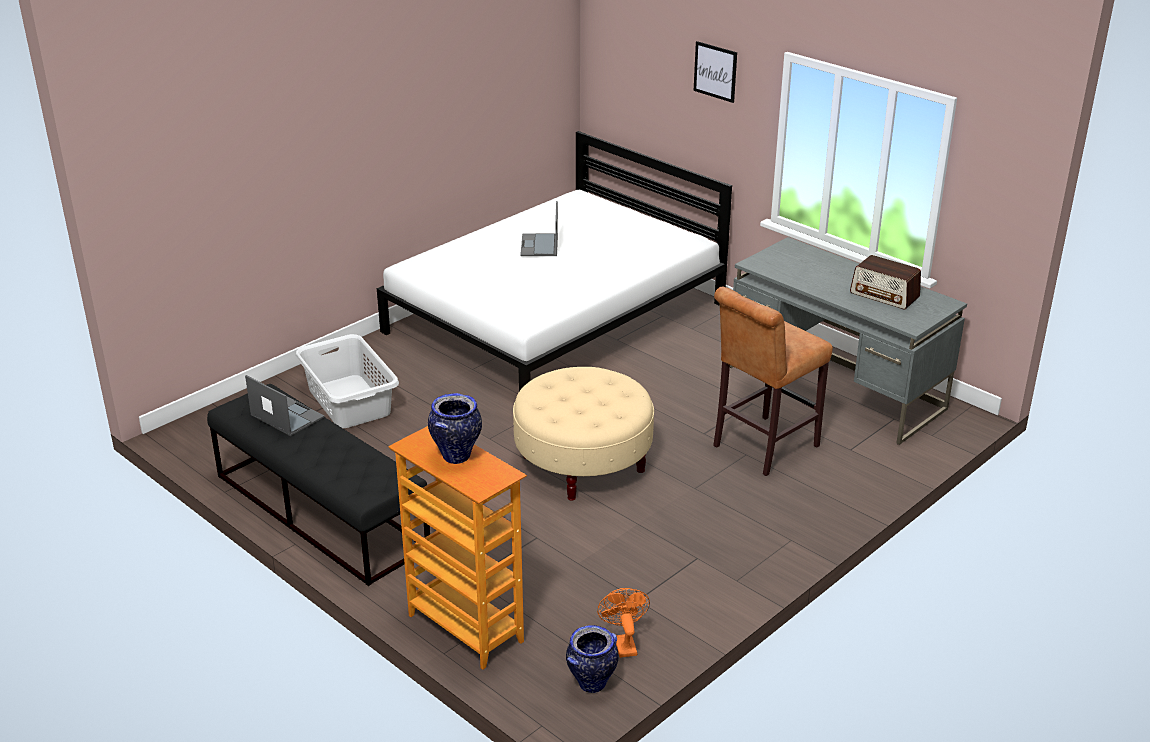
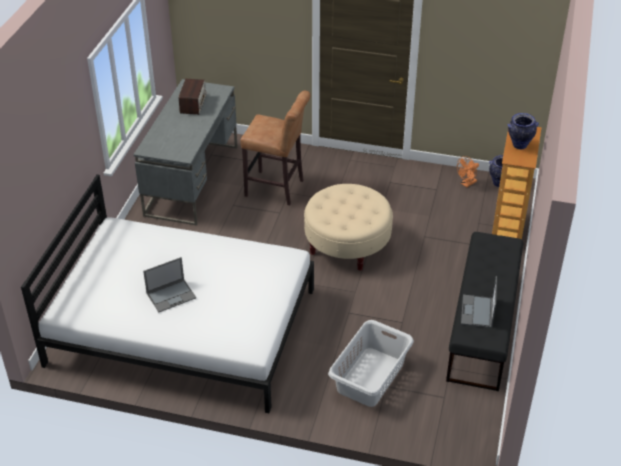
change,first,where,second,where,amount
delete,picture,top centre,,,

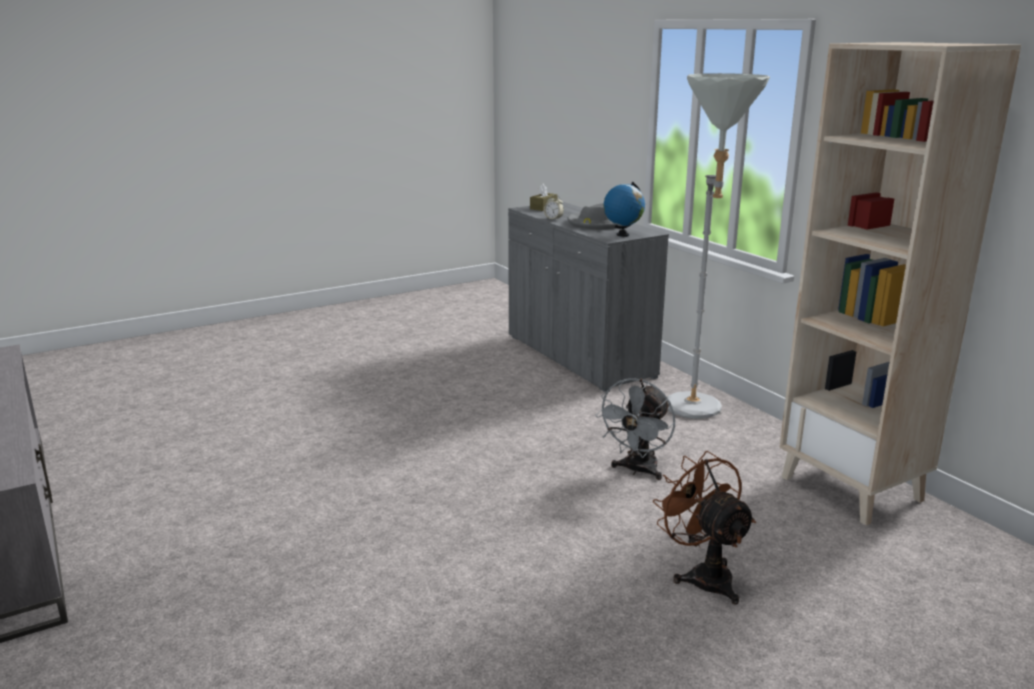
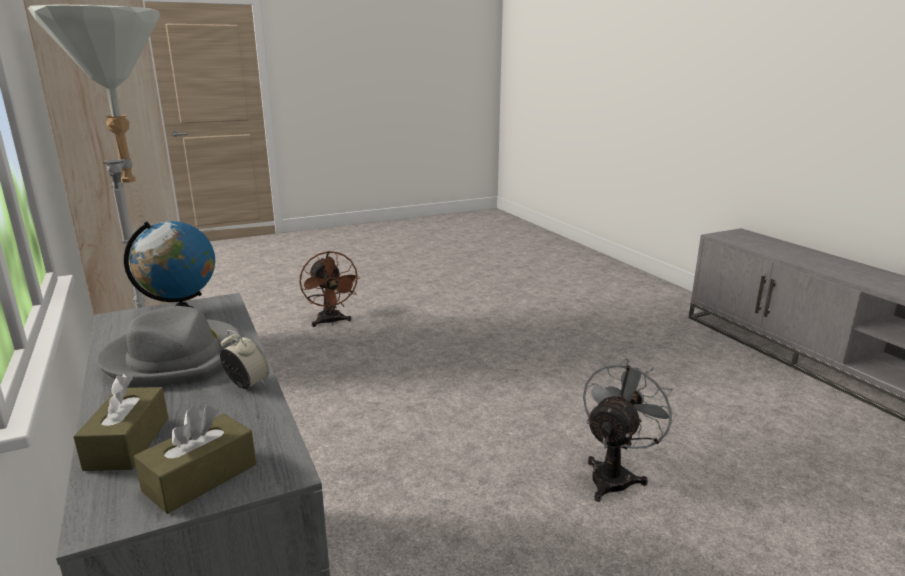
change,first,where,second,where,amount
move,grey electric fan,centre,,bottom right,
insert,,,brownish box of tissues (1st from left),bottom left,

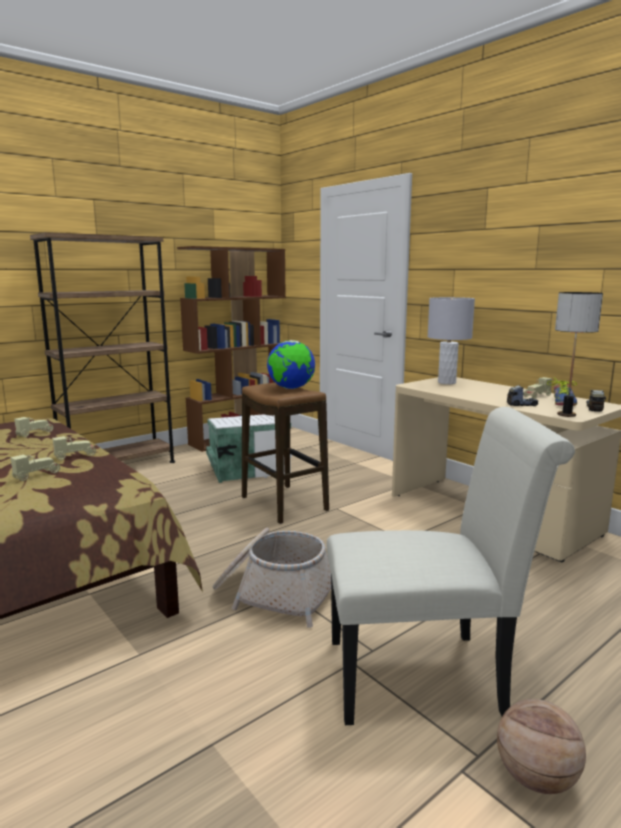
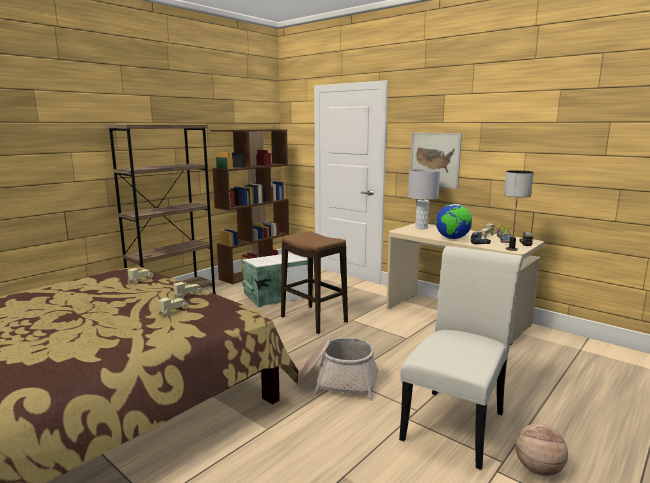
change,first,where,second,where,amount
move,world globe,centre,,middle right,
rotate,white-coloured upright chair,bottom right,,bottom right,45 degrees counterclockwise
insert,,,picture,top right,

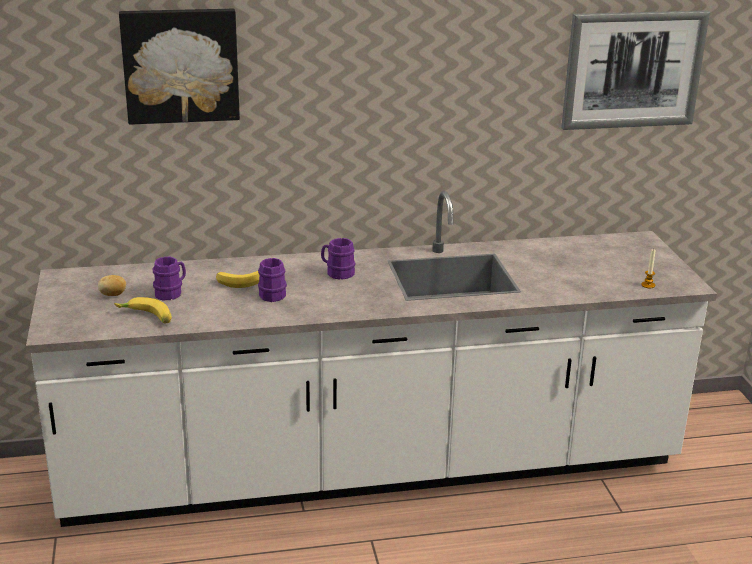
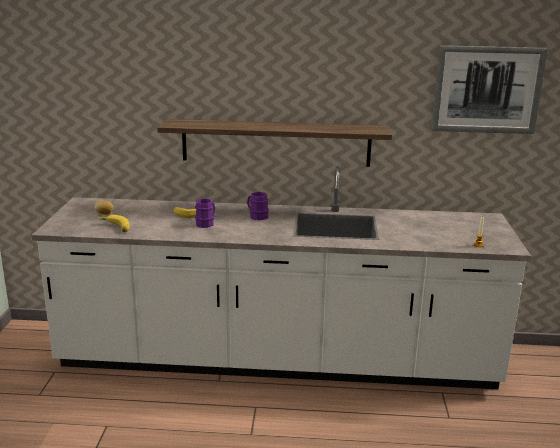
change,first,where,second,where,amount
delete,picture (1st from left),top left,,,
delete,purple-coloured coffee mug (1st from left),middle left,,,
insert,,,shelf,top centre,

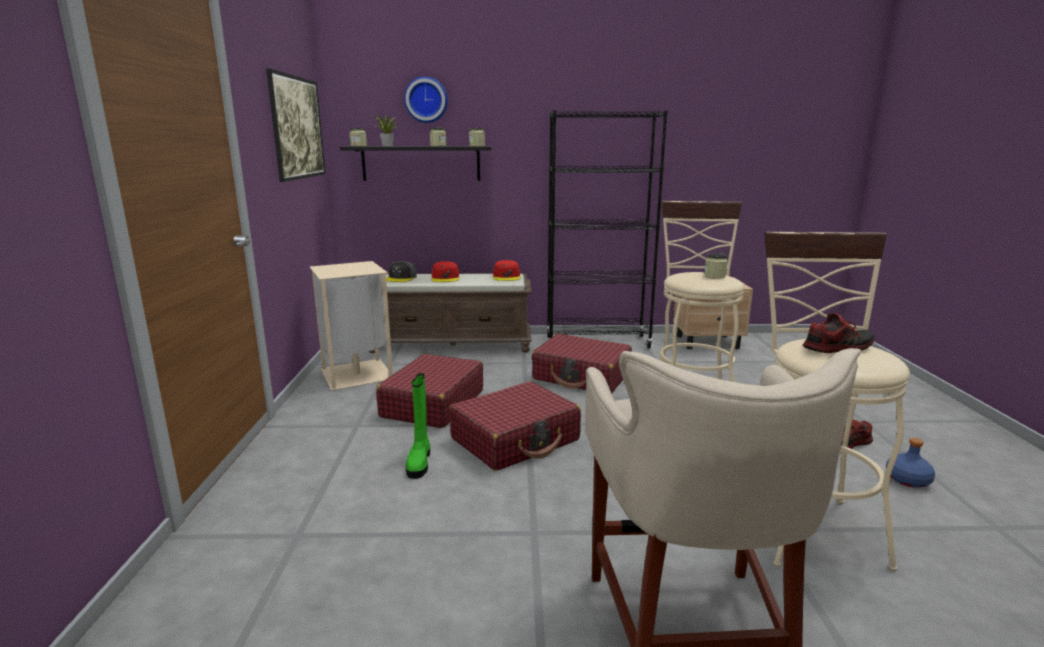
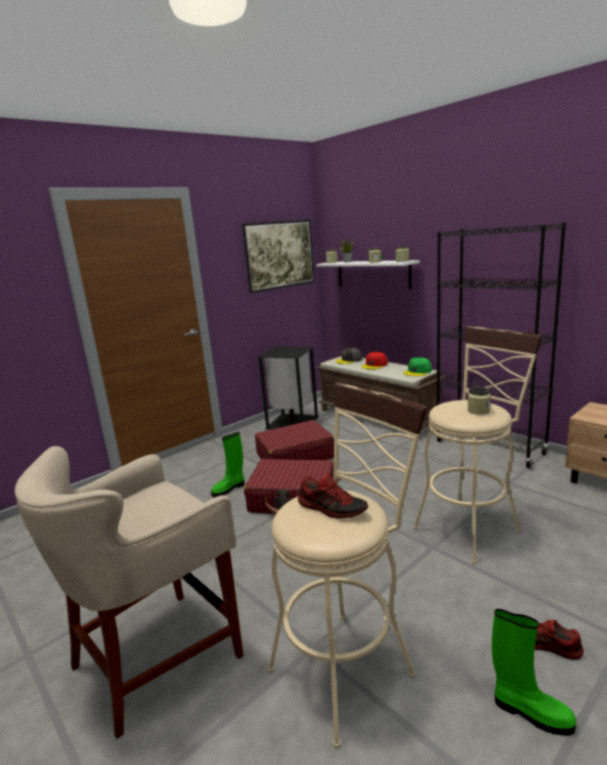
change,first,where,second,where,amount
recolor,beige-coloured trash can,centre,black-coloured trash can,centre,
recolor,black-coloured shelf,top centre,white-coloured shelf,centre,
delete,wall clock,top centre,,,
recolor,red peaked cap (2nd from left),centre,greenish peaked cap,middle right,
delete,red suitcase (3rd from left),centre,,,
replace,blue beverage bottle,bottom right,greenish tall boot (2nd from left),bottom right,

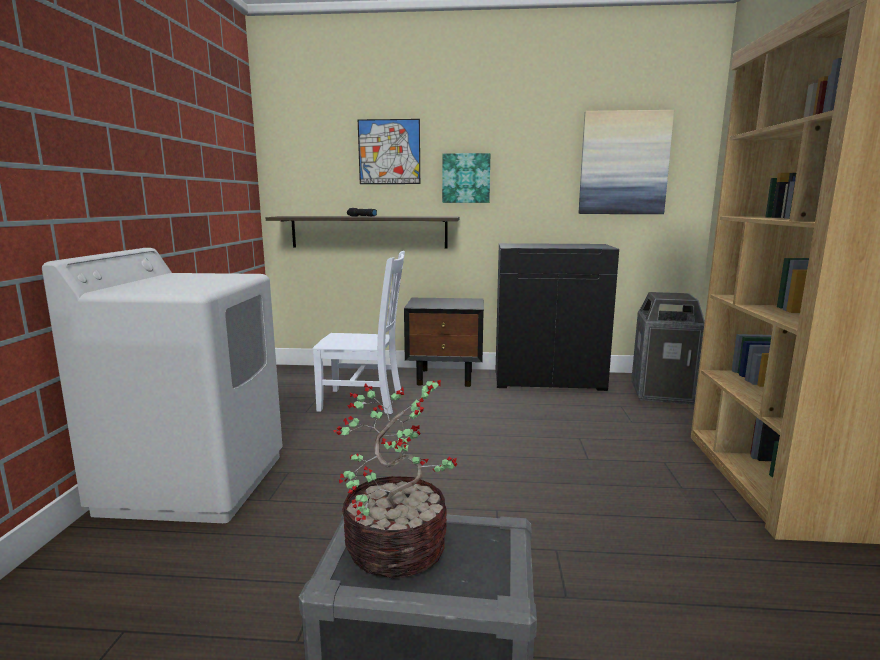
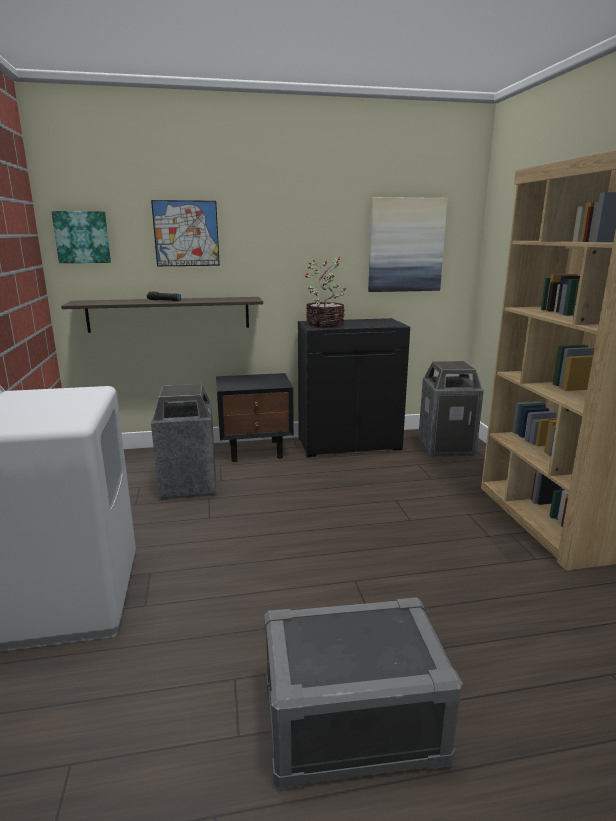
change,first,where,second,where,amount
replace,white-coloured upright chair,centre,trash can (1st from left),middle left,
move,potted plant,bottom centre,,centre,
move,picture (2nd from left in the first image),top centre,picture (1st from left),top left,

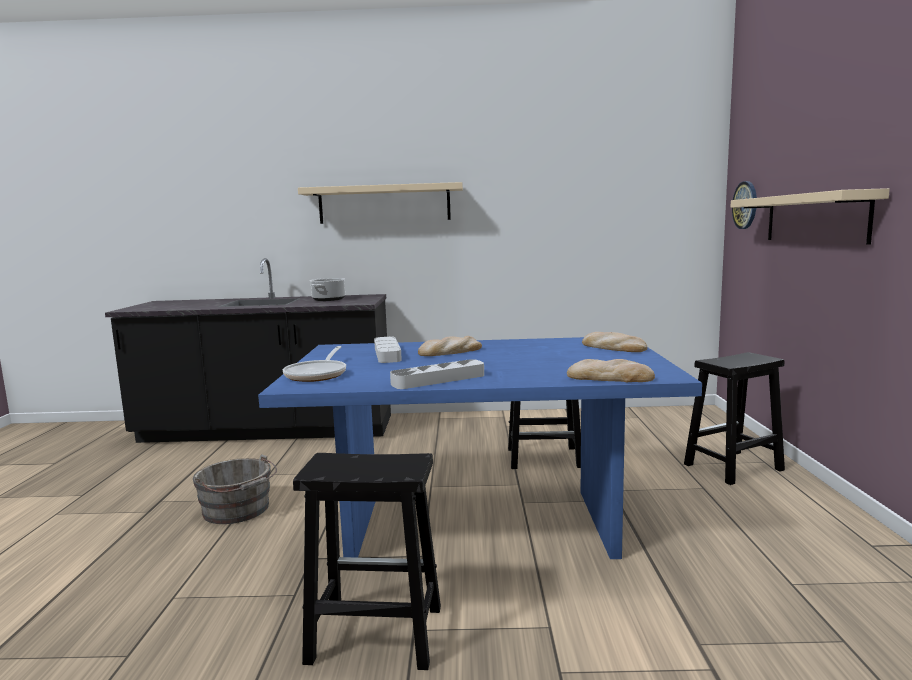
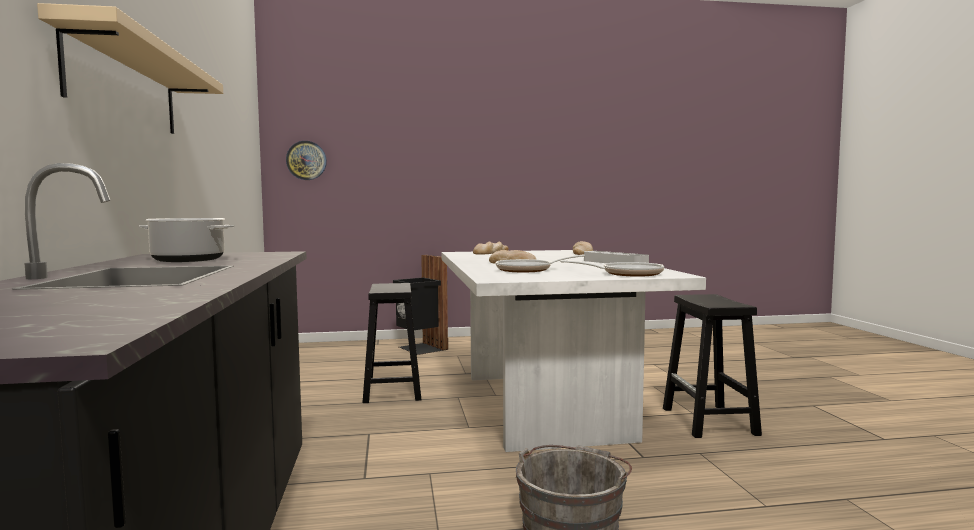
change,first,where,second,where,amount
recolor,blue dinner table,centre,white-coloured dinner table,centre,
replace,grey tray (1st from left),centre,frying pan (1st from left),centre,
replace,black-coloured stool (3rd from left),middle right,black-coloured trash can,centre,
delete,beige-coloured shelf (2nd from left),top right,,,

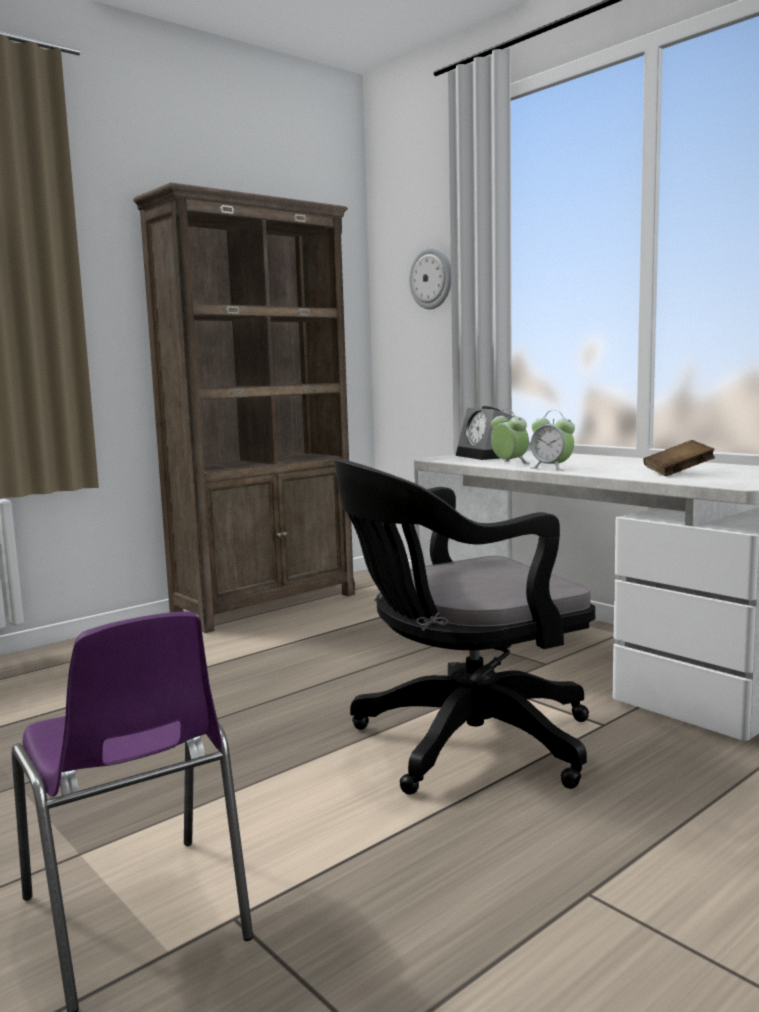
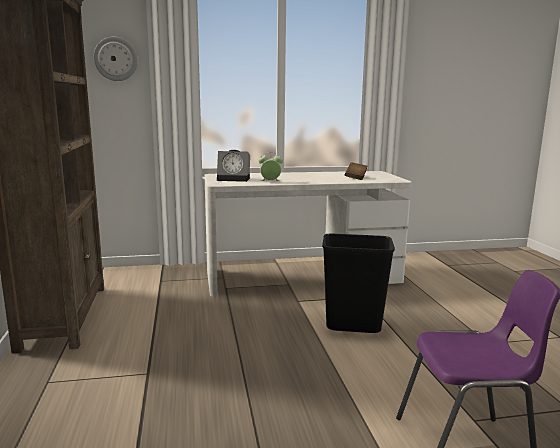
change,first,where,second,where,amount
replace,black-coloured office chair,centre,black-coloured trash can,centre,
delete,bedside clock (3rd from left),middle right,,,

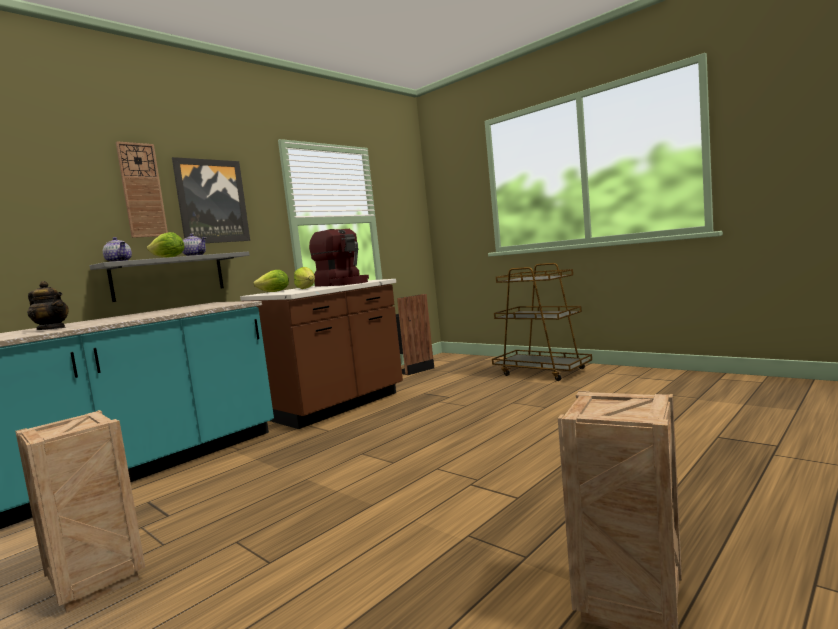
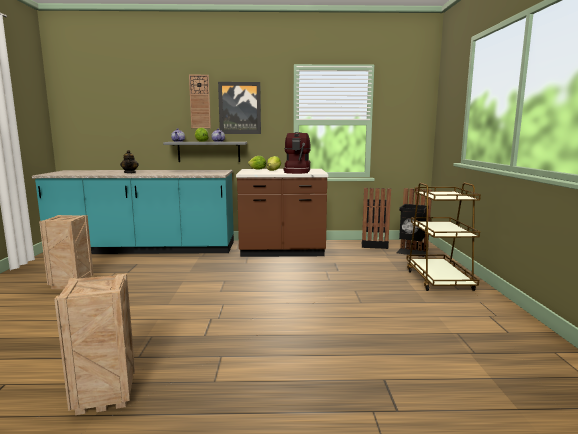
change,first,where,second,where,amount
insert,,,black-coloured trash can (2nd from left),middle right,

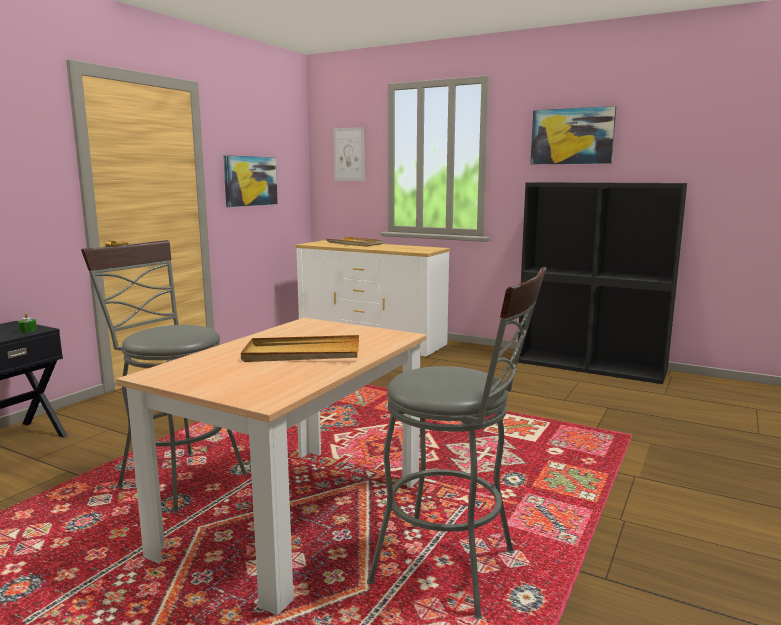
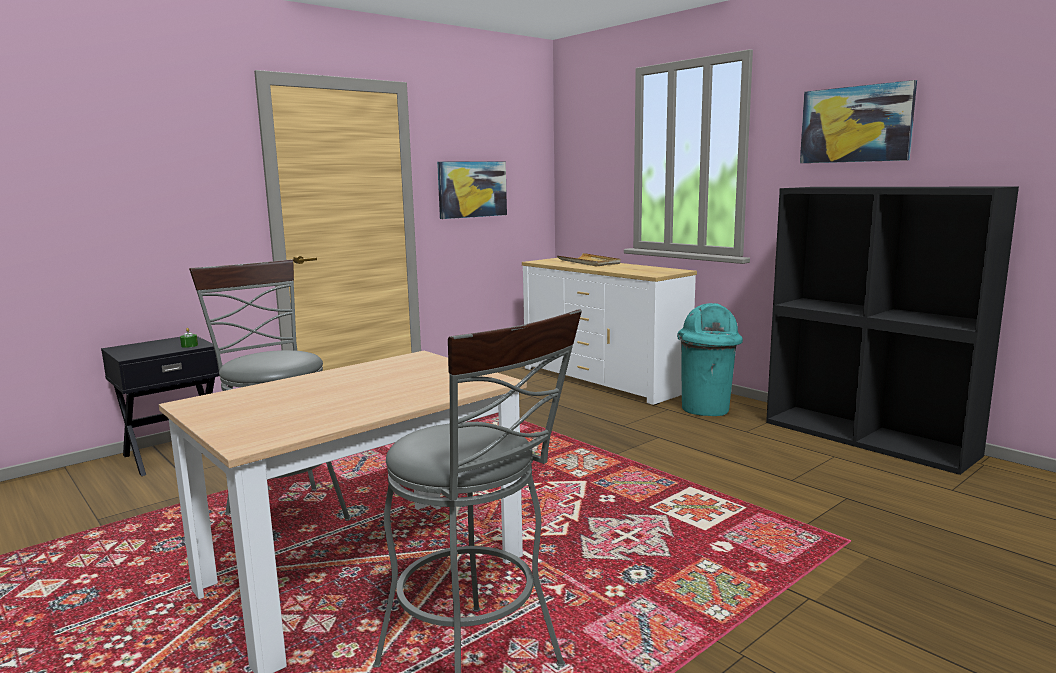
change,first,where,second,where,amount
delete,beige-coloured tray (1st from left),centre,,,
delete,picture (2nd from left),top centre,,,
insert,,,blue-green trash can,middle right,

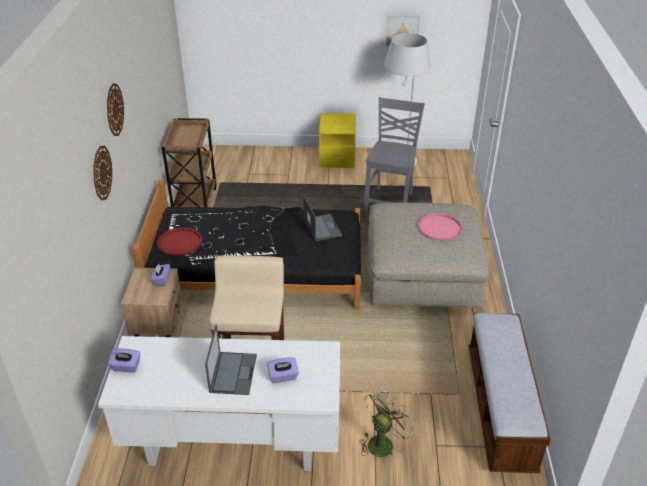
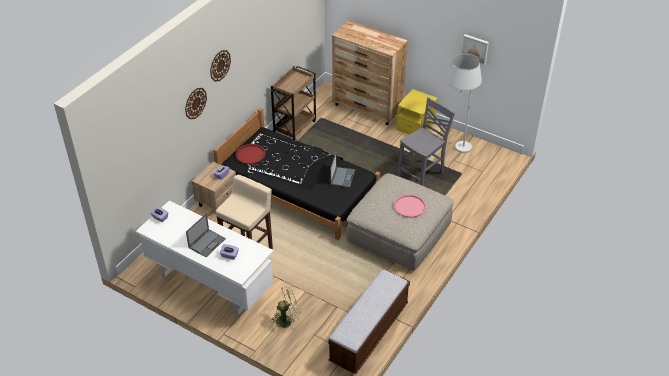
change,first,where,second,where,amount
insert,,,brownish chest of drawers,top centre,

